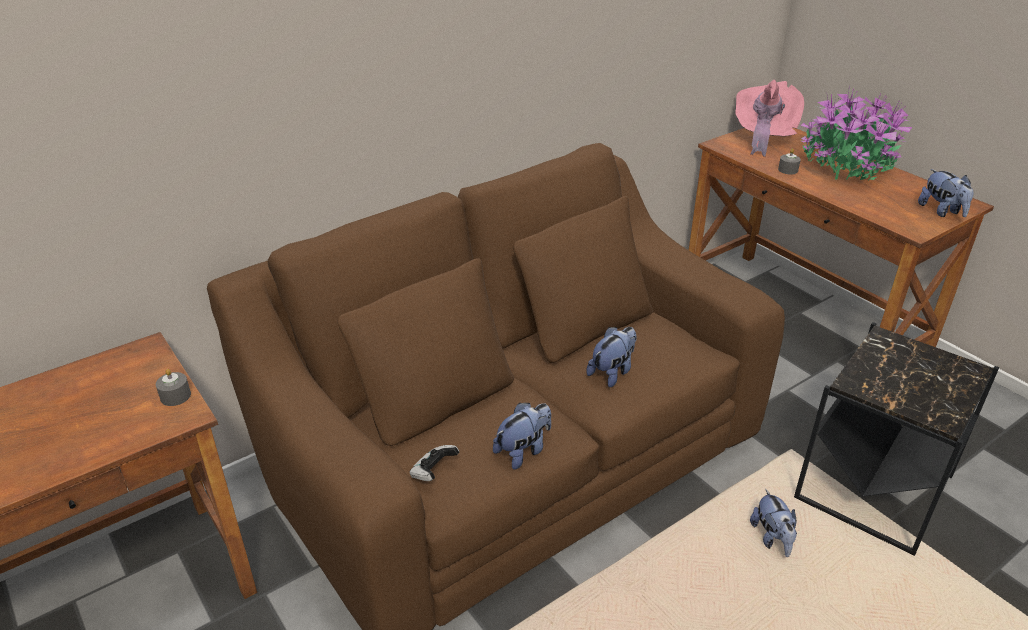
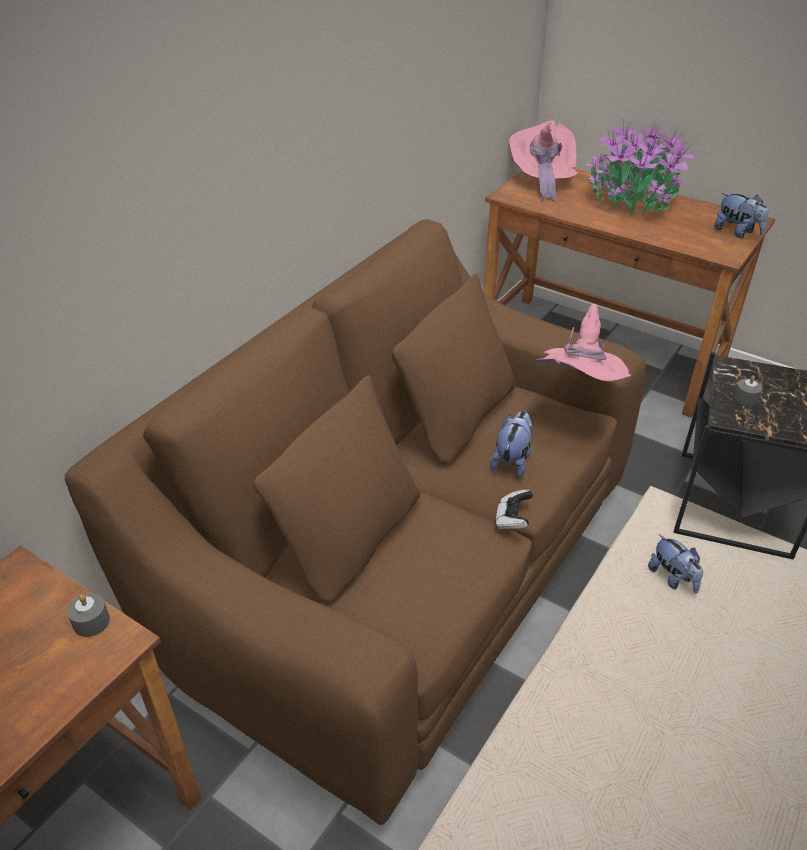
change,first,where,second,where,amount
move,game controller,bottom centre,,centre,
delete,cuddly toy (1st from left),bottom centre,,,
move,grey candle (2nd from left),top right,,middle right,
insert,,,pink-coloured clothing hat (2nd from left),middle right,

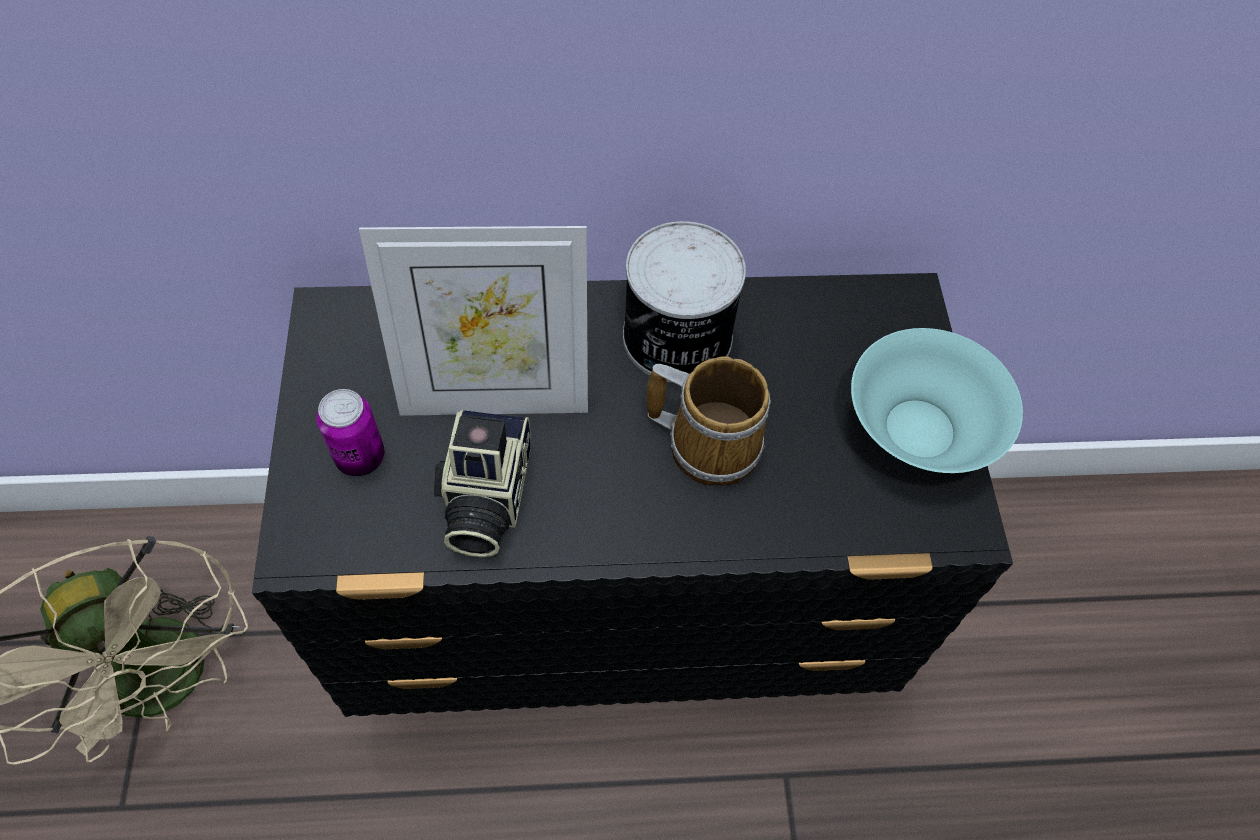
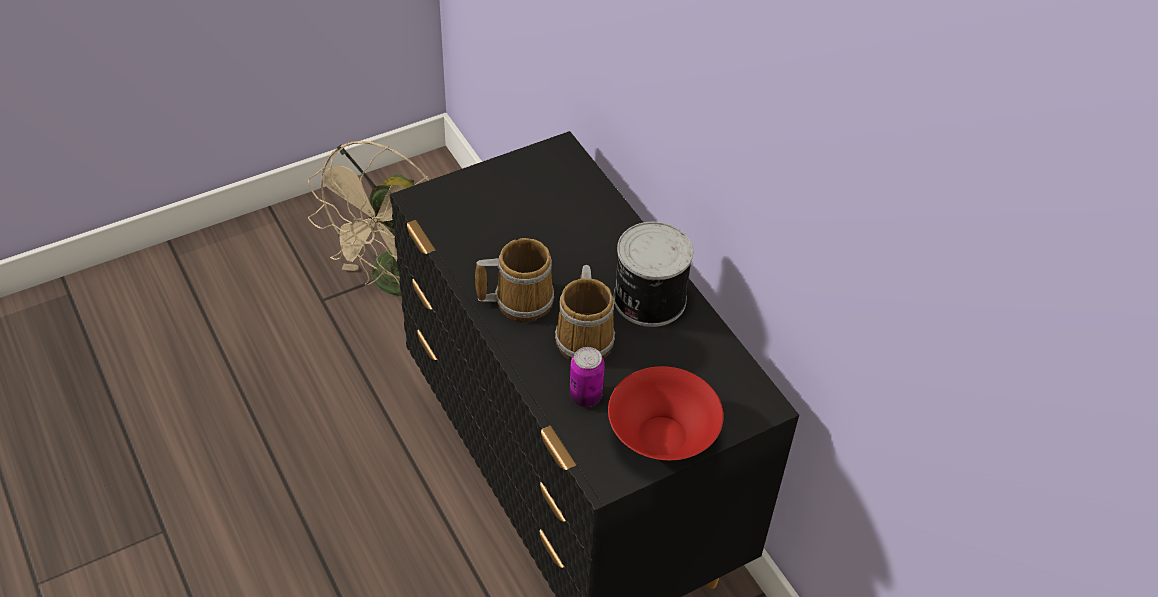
change,first,where,second,where,amount
move,metal can (1st from left),middle left,,centre,
delete,picture frame,centre,,,
delete,still camera,centre,,,
recolor,blue-green deep dish,middle right,red deep dish,bottom centre,
insert,,,coffee mug (1st from left),centre,

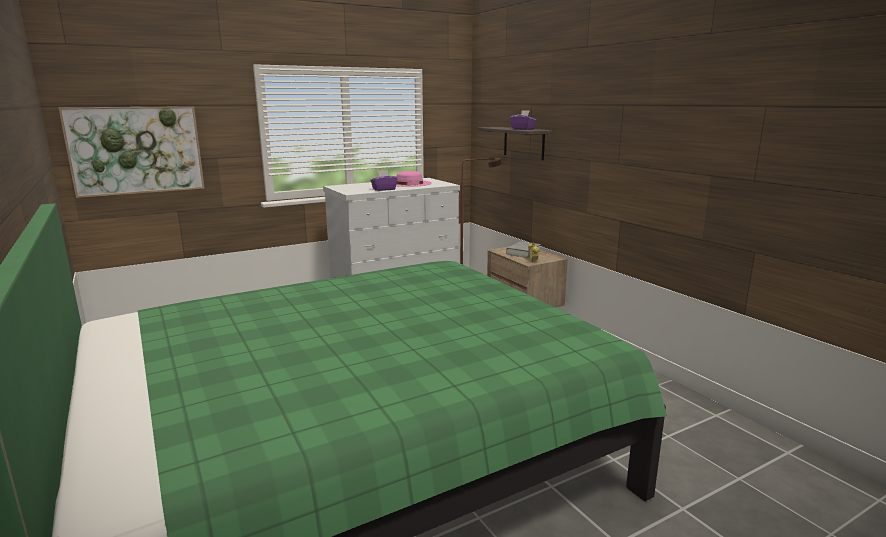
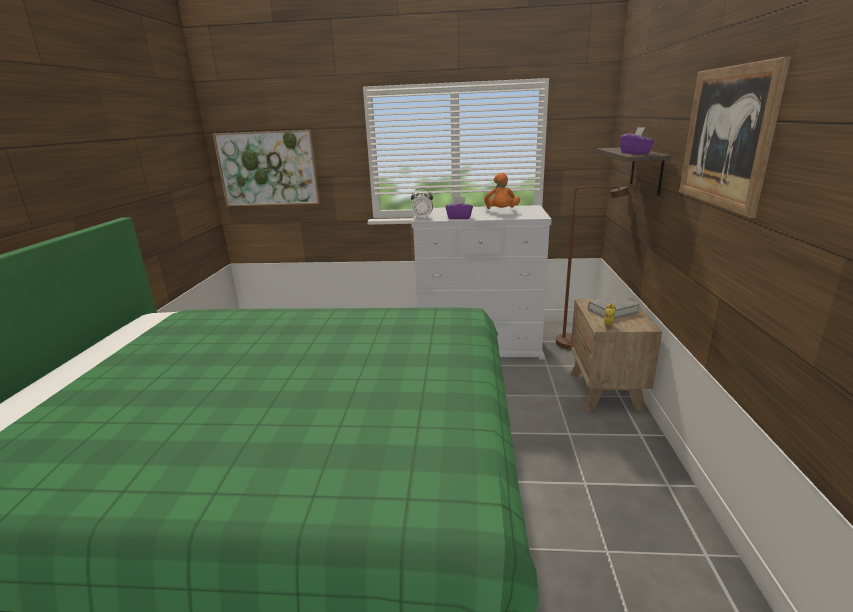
change,first,where,second,where,amount
replace,pink-coloured clothing hat,centre,orangey cuddly toy,top centre,
insert,,,bedside clock (1st from left),top centre,
insert,,,picture (2nd from left),top right,

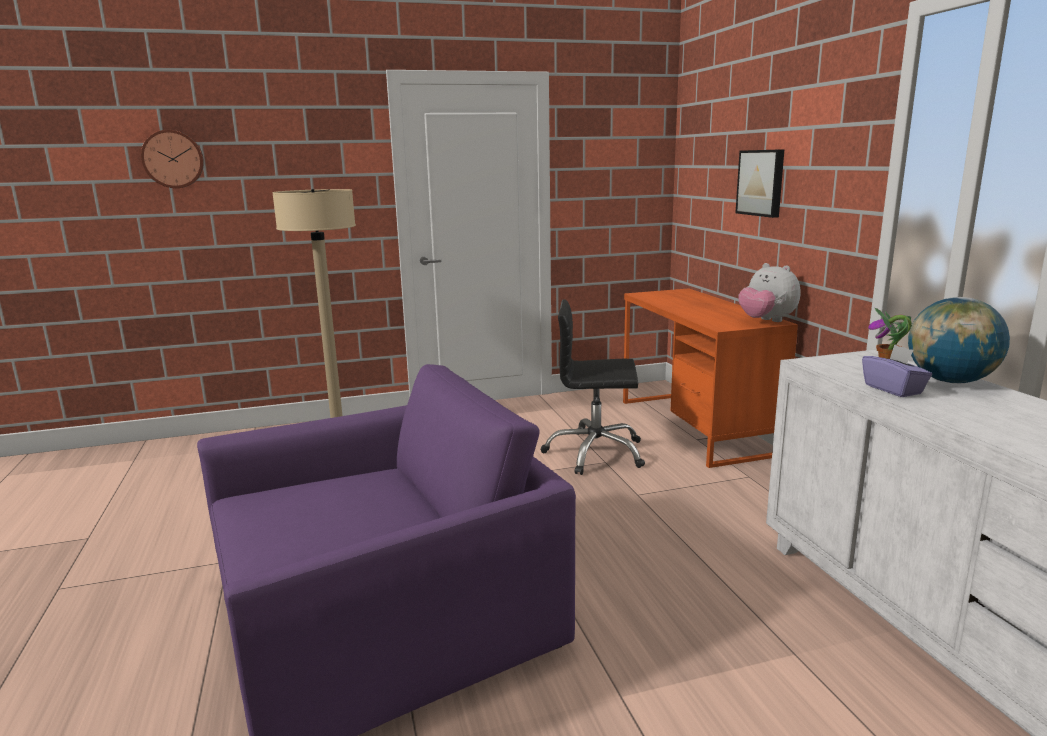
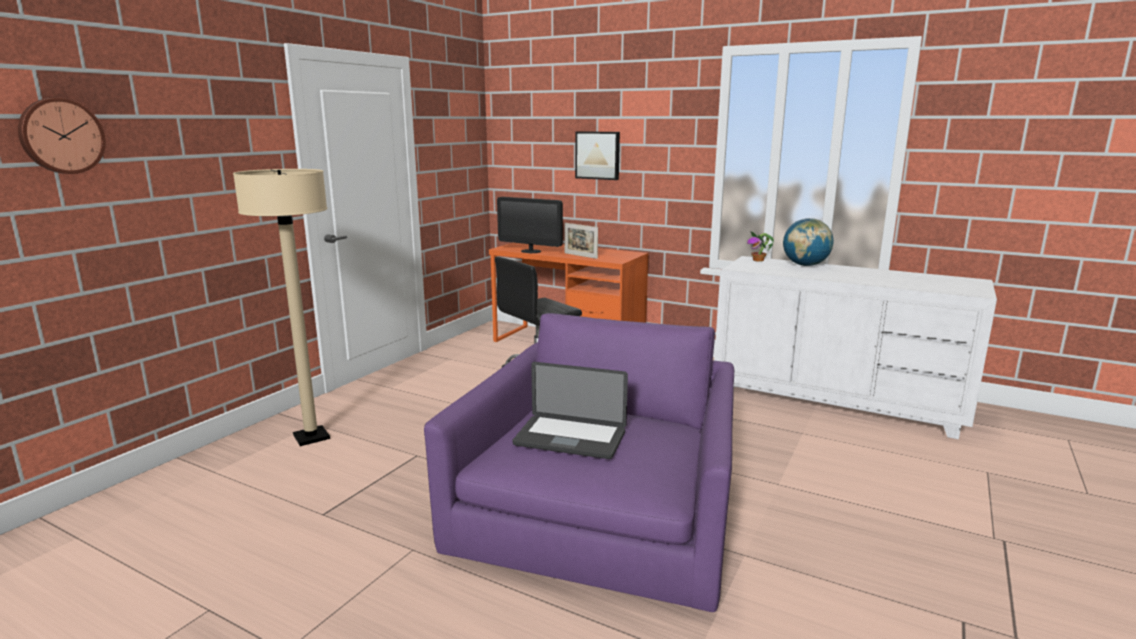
change,first,where,second,where,amount
delete,cuddly toy,middle right,,,
delete,purple-coloured box of tissues,middle right,,,
insert,,,computer display,centre,
insert,,,notebook computer,centre,
insert,,,picture frame,centre,

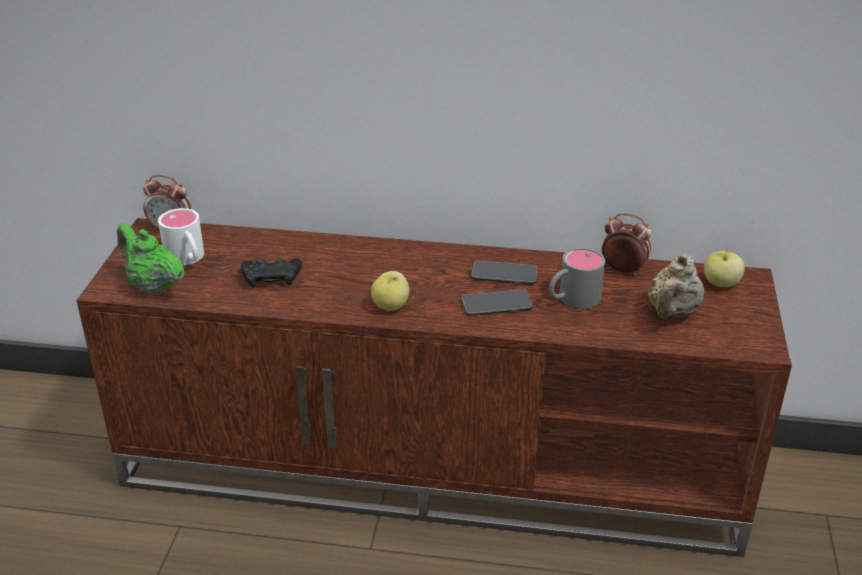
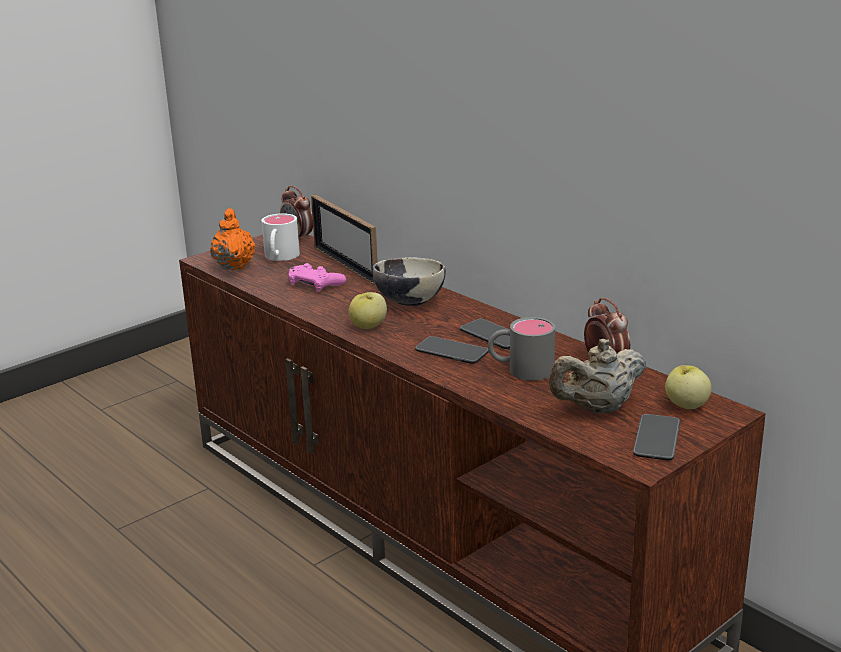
change,first,where,second,where,amount
recolor,greenish pot for tea,middle left,orangey pot for tea,middle left,
recolor,black-coloured game controller,middle left,pink-coloured game controller,centre,
insert,,,picture frame,centre,
insert,,,deep dish,centre,
insert,,,handset (3rd from left),bottom right,

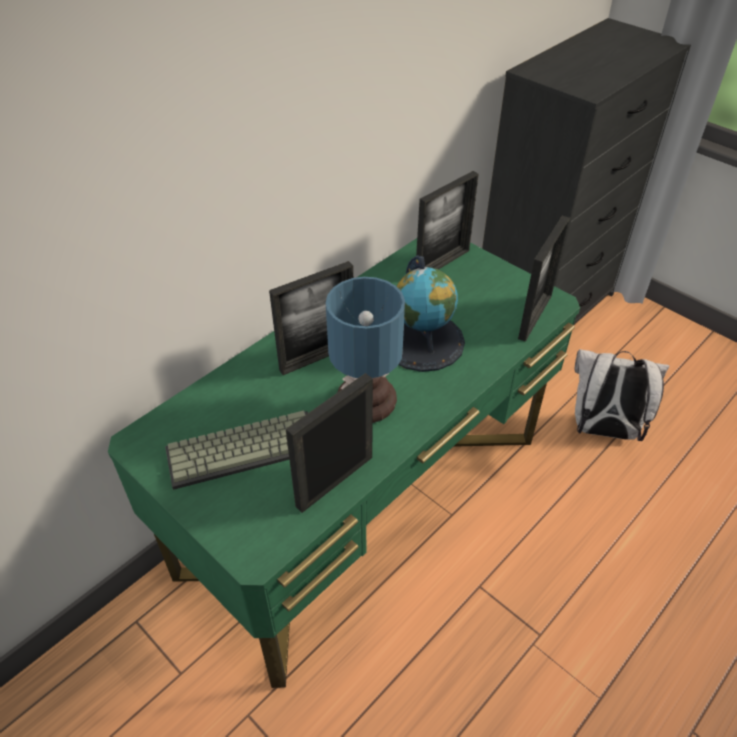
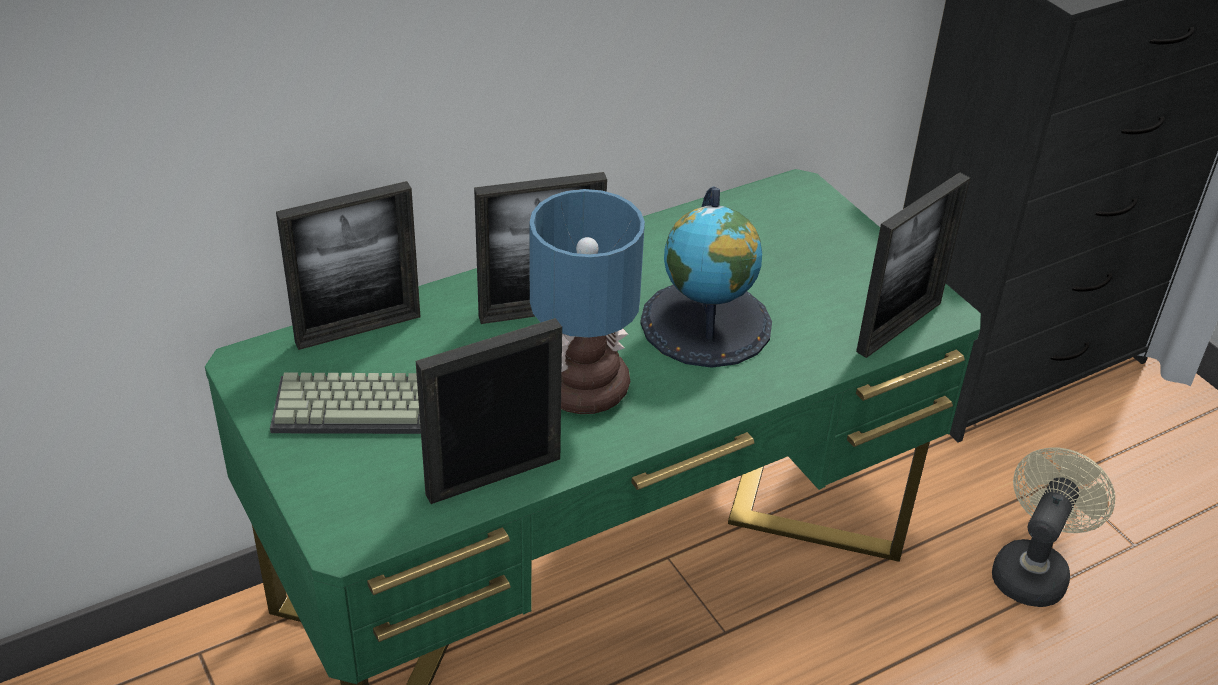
change,first,where,second,where,amount
move,picture frame (3rd from left in the first image),top centre,picture frame (1st from left),middle left,
replace,white-coloured knapsack,middle right,beige-coloured electric fan,bottom right,

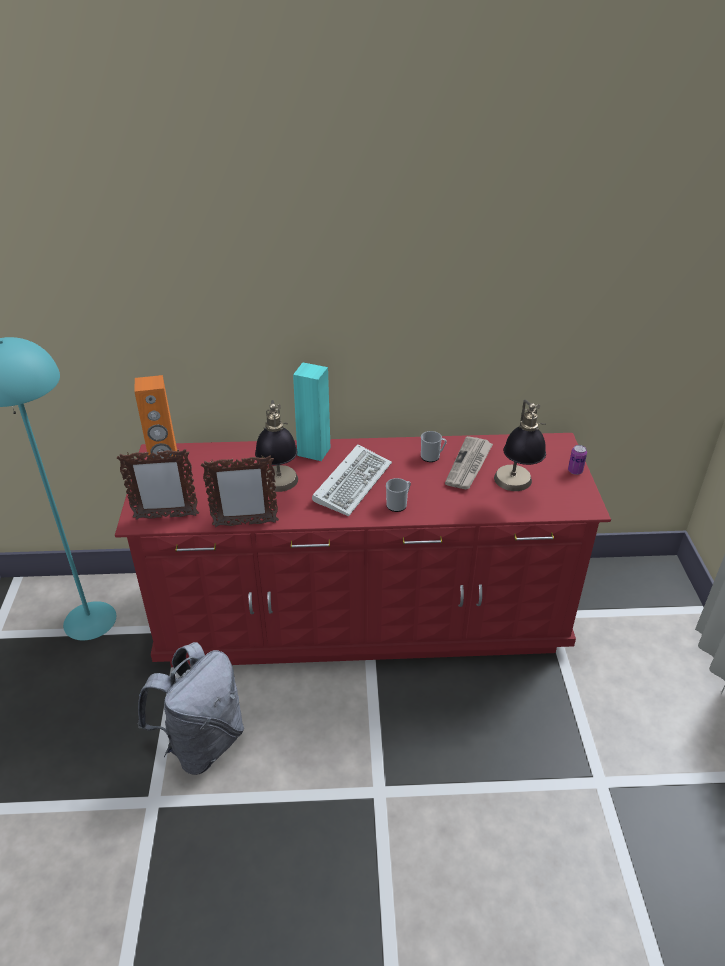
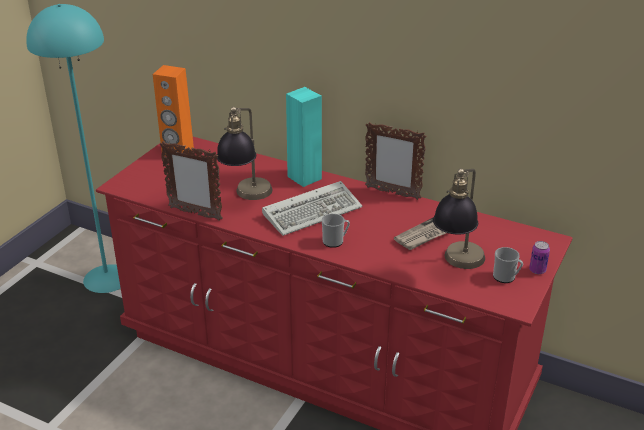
change,first,where,second,where,amount
move,picture frame (1st from left in the first image),middle left,picture frame (2nd from left),centre,
delete,grey knapsack,bottom left,,,
move,coffee mug (2nd from left),centre,,middle right,

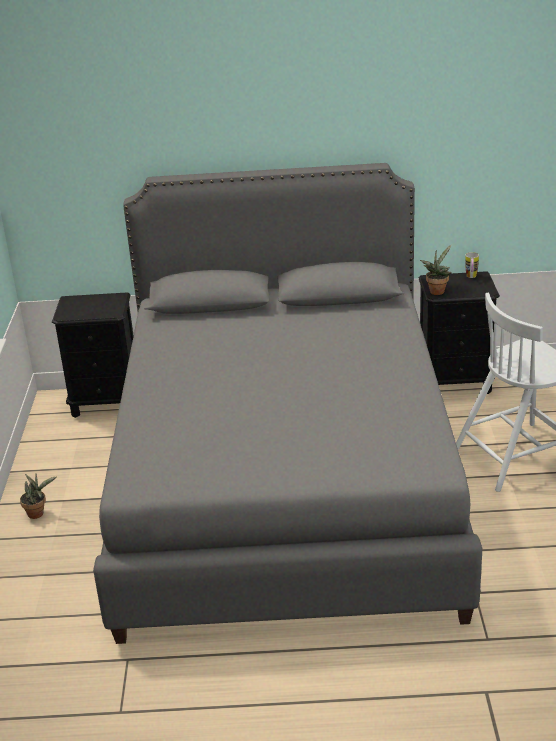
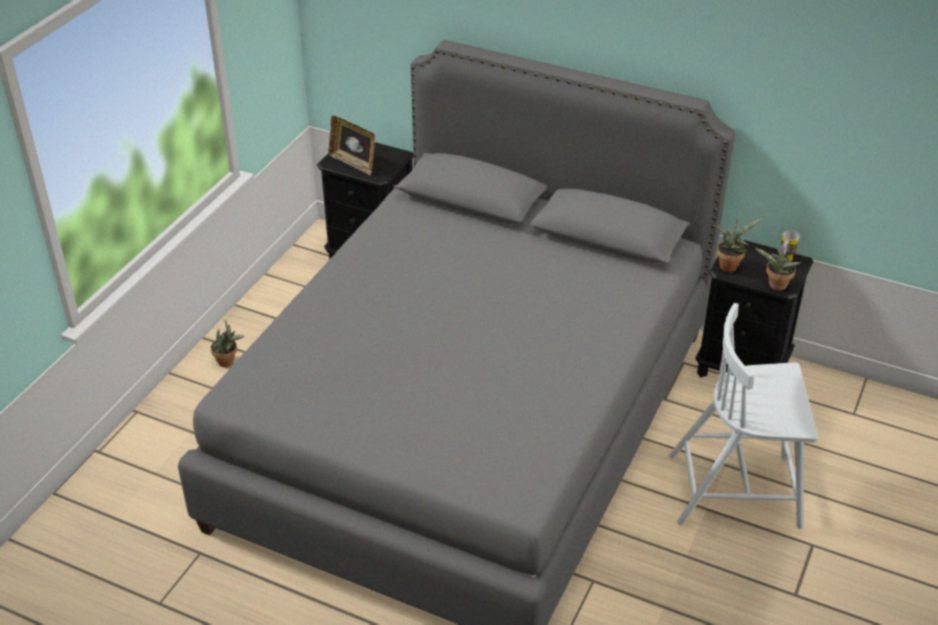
change,first,where,second,where,amount
insert,,,picture frame,top centre,
insert,,,potted plant (3rd from left),middle right,

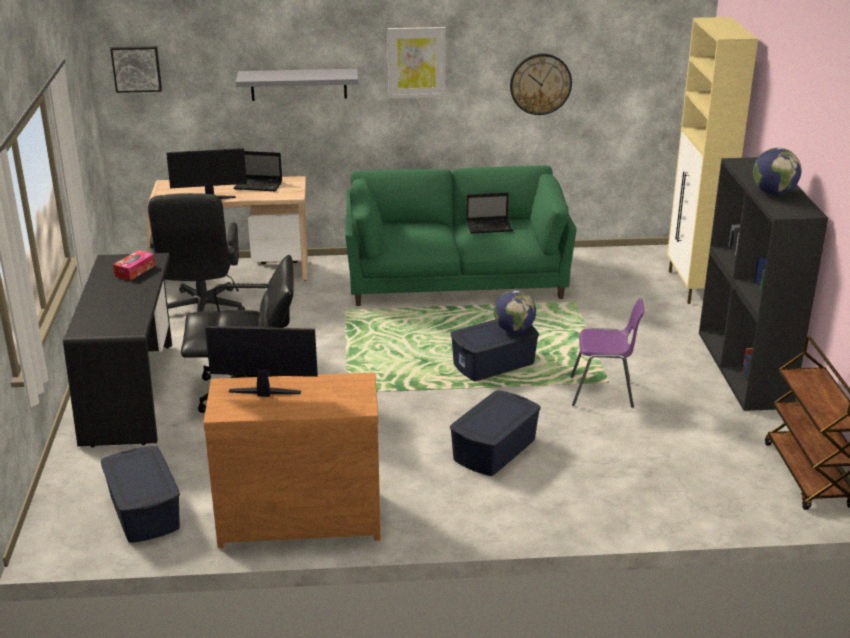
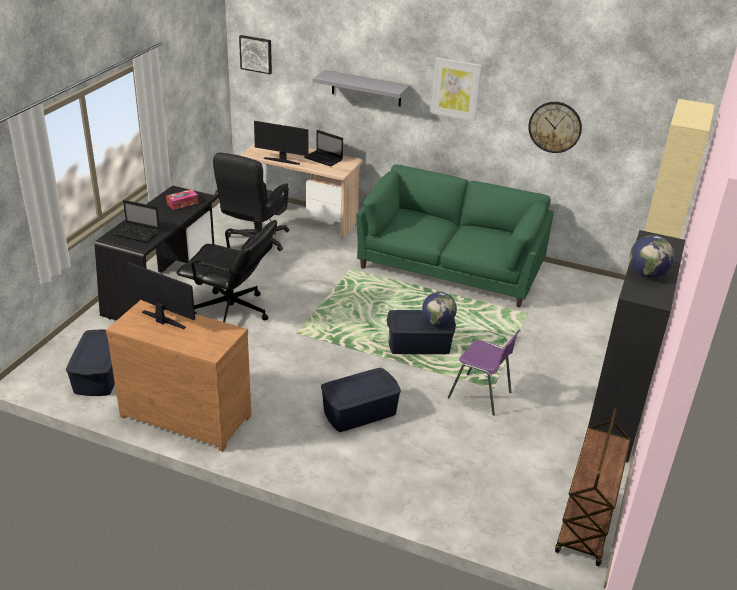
change,first,where,second,where,amount
move,notebook computer (2nd from left in the first image),centre,notebook computer (1st from left),middle left,

